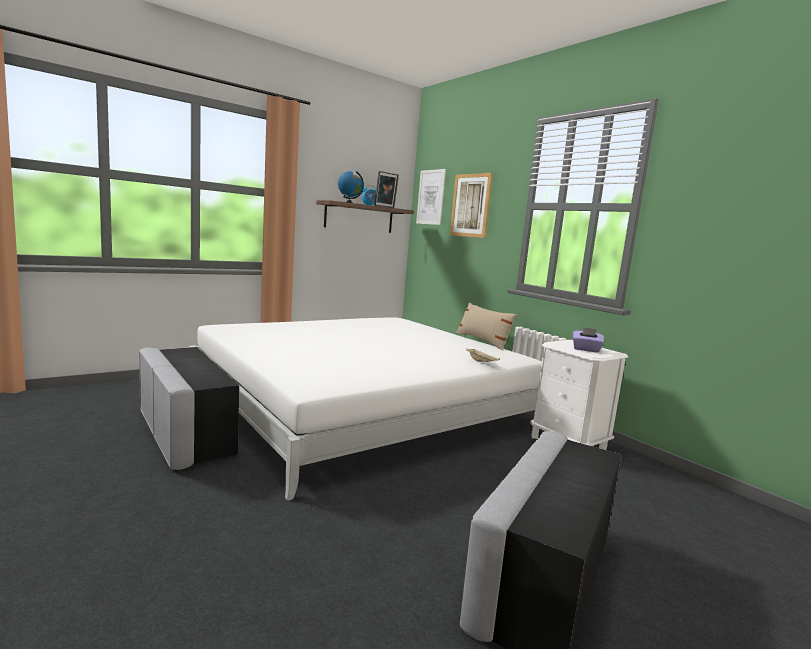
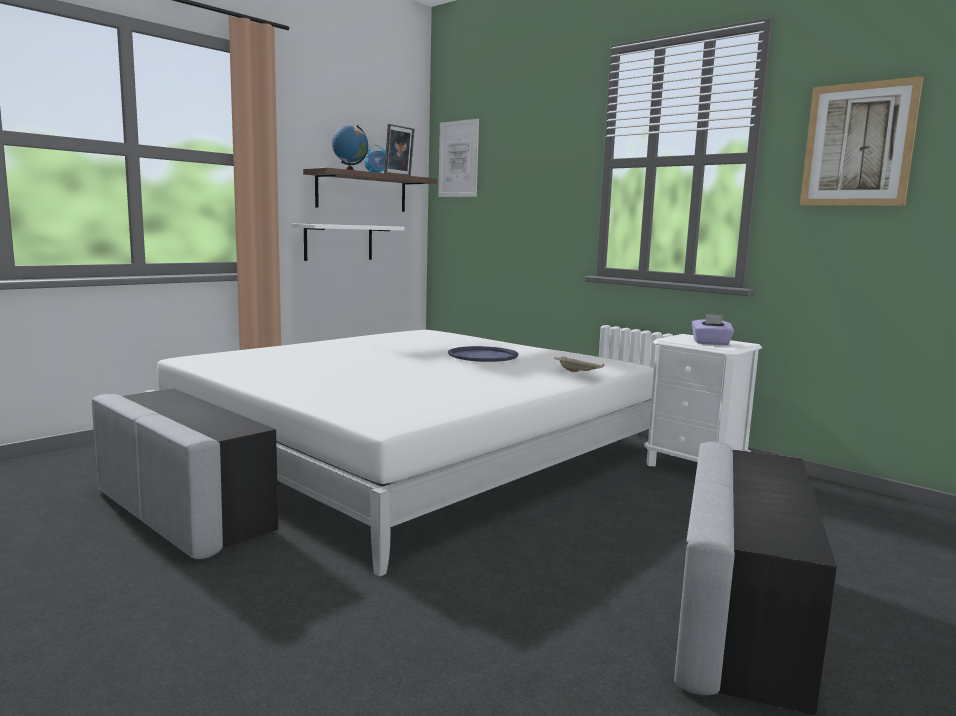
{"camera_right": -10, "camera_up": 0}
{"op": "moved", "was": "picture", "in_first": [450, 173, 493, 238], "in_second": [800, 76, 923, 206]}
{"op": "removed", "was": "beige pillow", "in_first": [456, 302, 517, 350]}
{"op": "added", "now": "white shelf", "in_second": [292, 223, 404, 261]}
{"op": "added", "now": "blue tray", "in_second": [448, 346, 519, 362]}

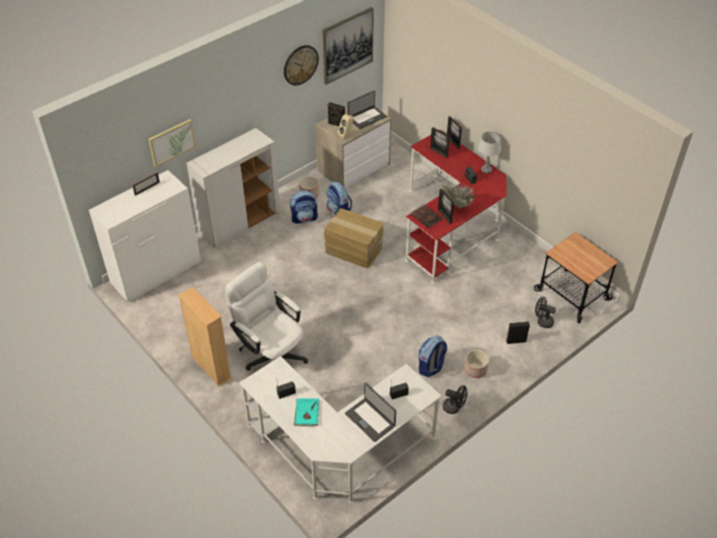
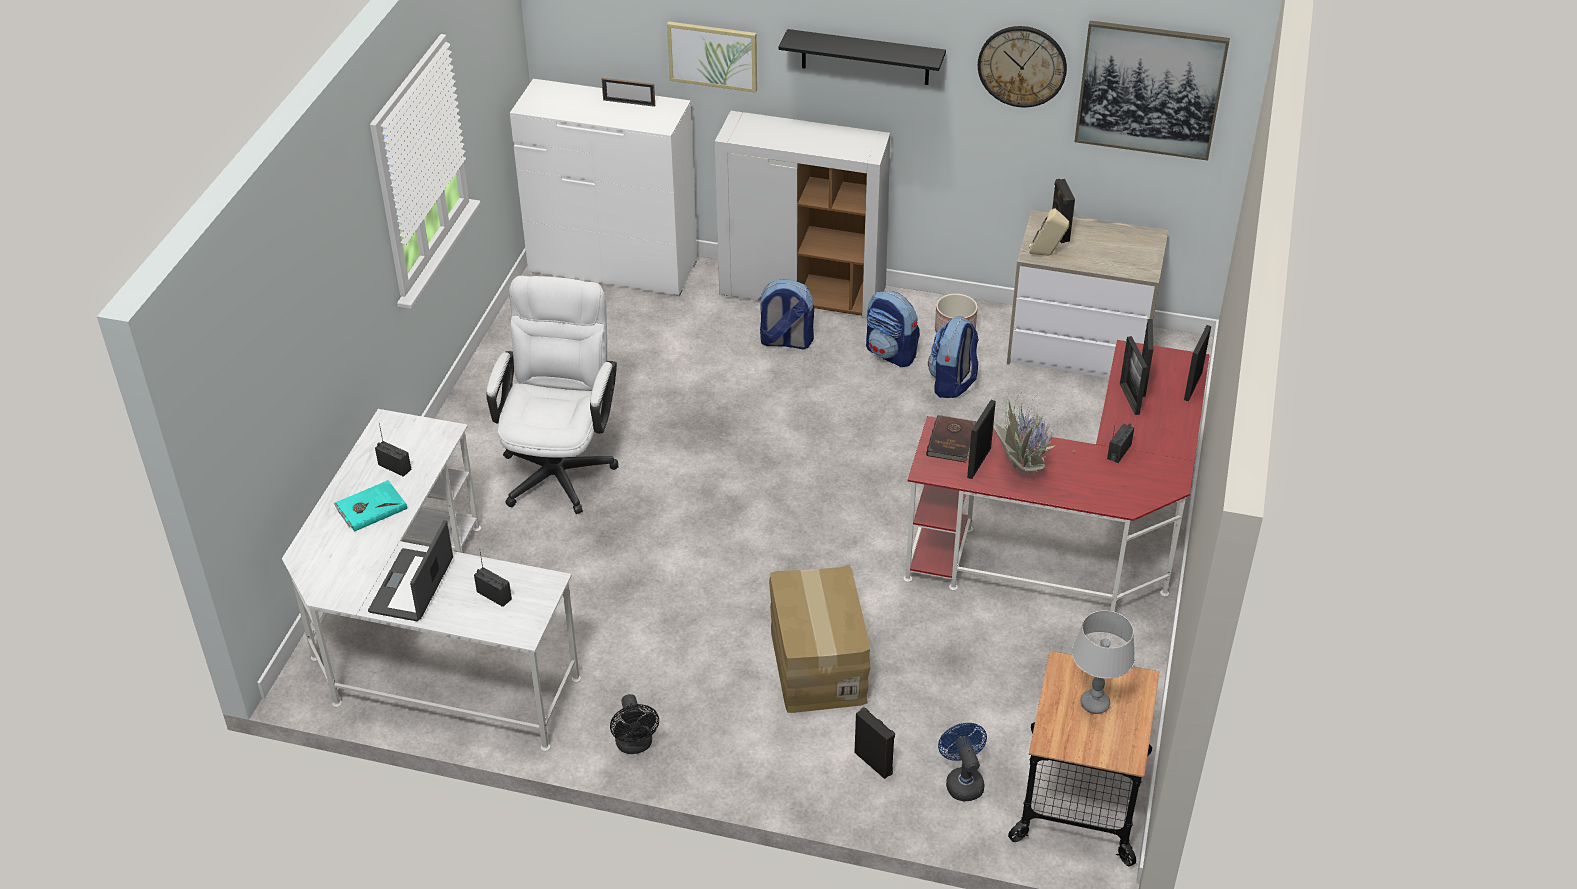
{"camera_right": 55, "camera_up": -5}
{"op": "removed", "was": "beige bookcase", "in_first": [178, 287, 232, 386]}
{"op": "moved", "was": "cardboard box", "in_first": [324, 208, 384, 268], "in_second": [769, 564, 871, 713]}
{"op": "removed", "was": "laptop", "in_first": [348, 90, 387, 129]}
{"op": "moved", "was": "backpack", "in_first": [419, 335, 447, 377], "in_second": [758, 279, 814, 349]}
{"op": "removed", "was": "planter", "in_first": [464, 350, 489, 378]}
{"op": "moved", "was": "grey table lamp", "in_first": [478, 131, 501, 173], "in_second": [1072, 610, 1135, 714]}
{"op": "recoloured", "was": "black fan", "now": "blue fan", "in_first": [535, 297, 556, 328], "in_second": [938, 723, 987, 801]}
{"op": "added", "now": "black shelf", "in_second": [778, 29, 946, 85]}
{"op": "added", "now": "picture frame", "in_second": [1120, 336, 1148, 415]}

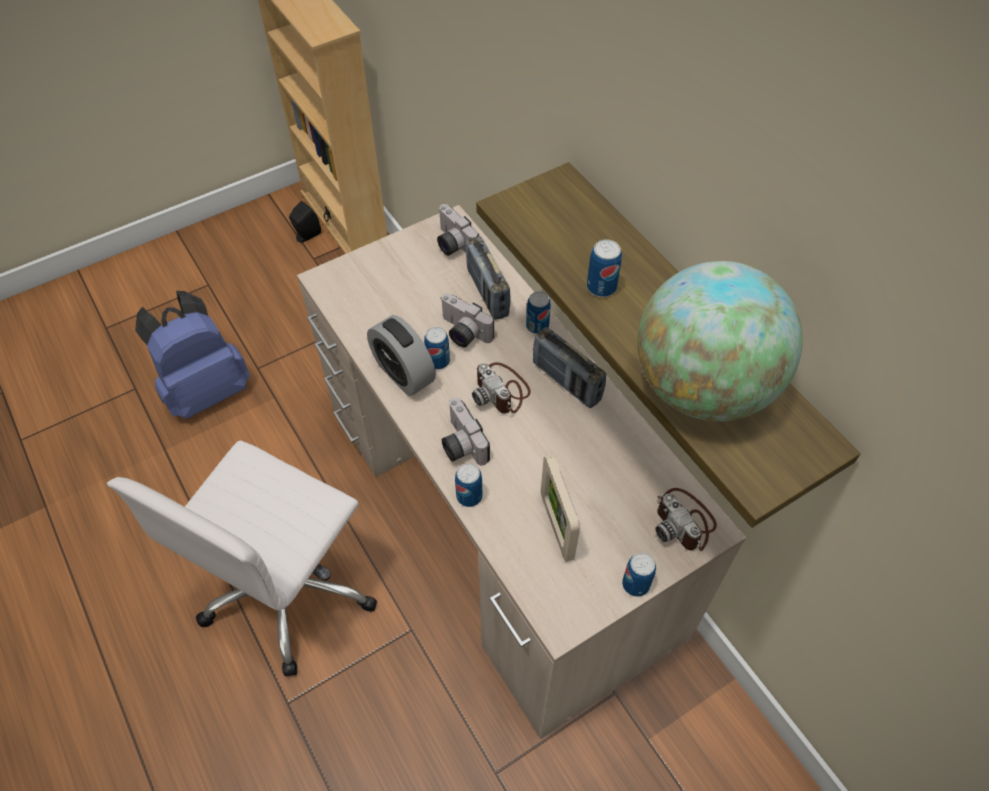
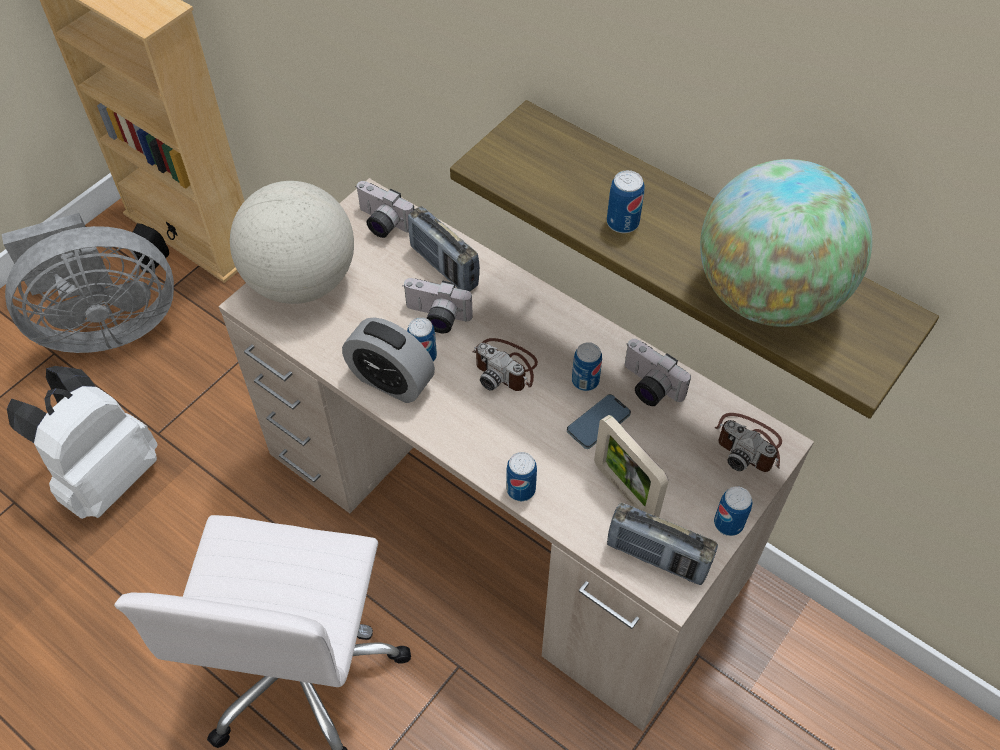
{"camera_right": -20, "camera_up": 0}
{"op": "recoloured", "was": "blue backpack", "now": "white backpack", "in_first": [135, 291, 250, 419], "in_second": [7, 366, 158, 519]}
{"op": "moved", "was": "photo camera", "in_first": [442, 398, 490, 465], "in_second": [625, 339, 691, 406]}
{"op": "moved", "was": "can", "in_first": [526, 292, 551, 334], "in_second": [572, 342, 602, 391]}
{"op": "moved", "was": "radio", "in_first": [533, 327, 606, 408], "in_second": [607, 502, 718, 585]}
{"op": "added", "now": "grey fan", "in_second": [2, 213, 174, 353]}
{"op": "added", "now": "globe", "in_second": [230, 181, 354, 304]}
{"op": "added", "now": "phone", "in_second": [567, 394, 631, 449]}

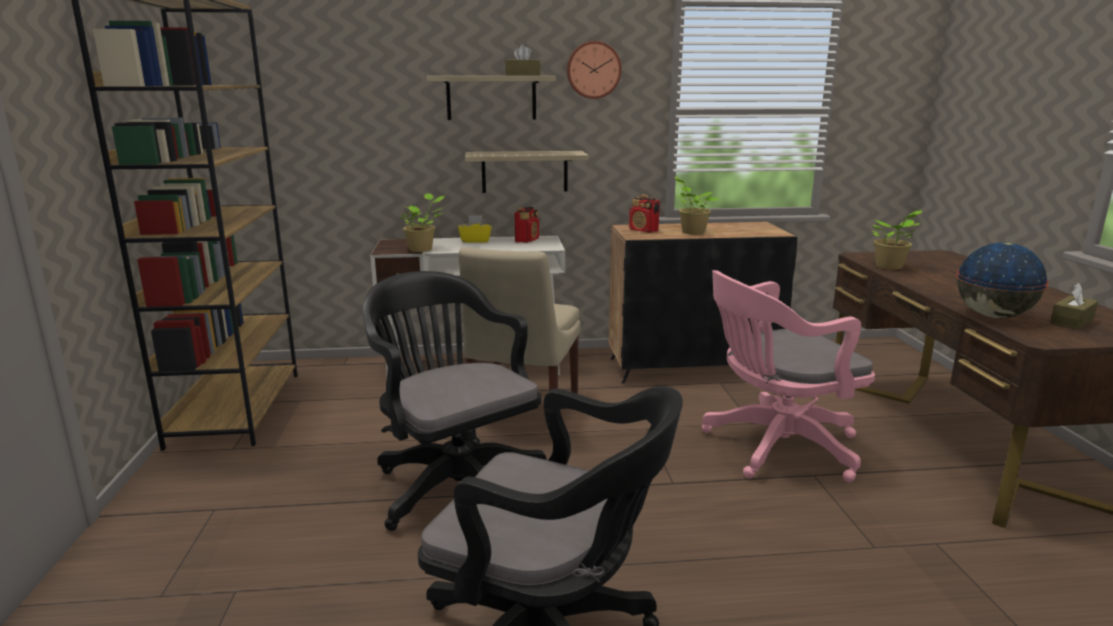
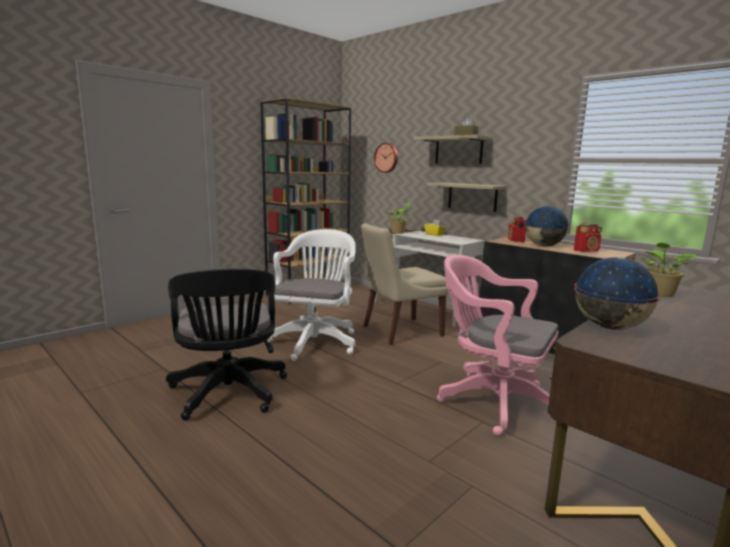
{"camera_right": 50, "camera_up": -5}
{"op": "recoloured", "was": "black office chair", "now": "white office chair", "in_first": [363, 271, 547, 531], "in_second": [268, 229, 356, 361]}
{"op": "moved", "was": "radio", "in_first": [515, 207, 539, 243], "in_second": [574, 223, 602, 252]}
{"op": "moved", "was": "wall clock", "in_first": [567, 41, 622, 99], "in_second": [374, 143, 398, 173]}
{"op": "replaced", "was": "potted plant", "now": "globe", "in_first": [675, 177, 720, 235], "in_second": [525, 206, 570, 246]}
{"op": "removed", "was": "brown tissue box", "in_first": [1050, 283, 1098, 330]}

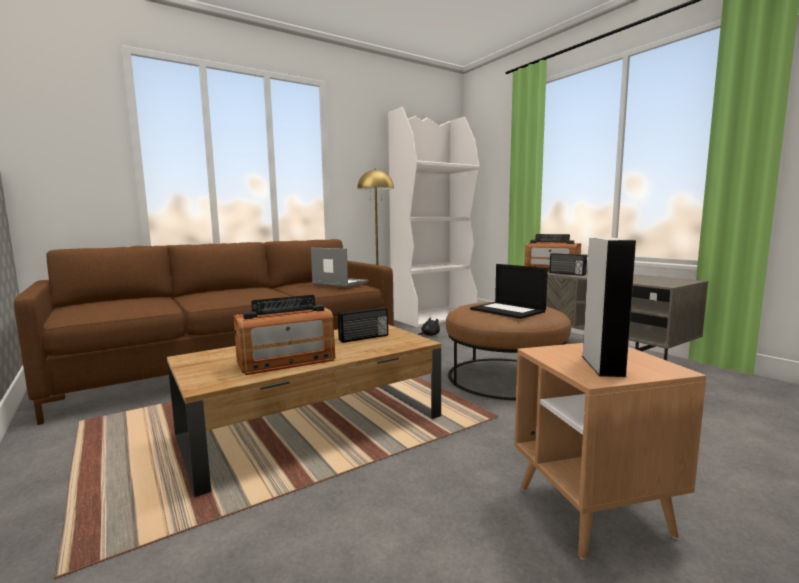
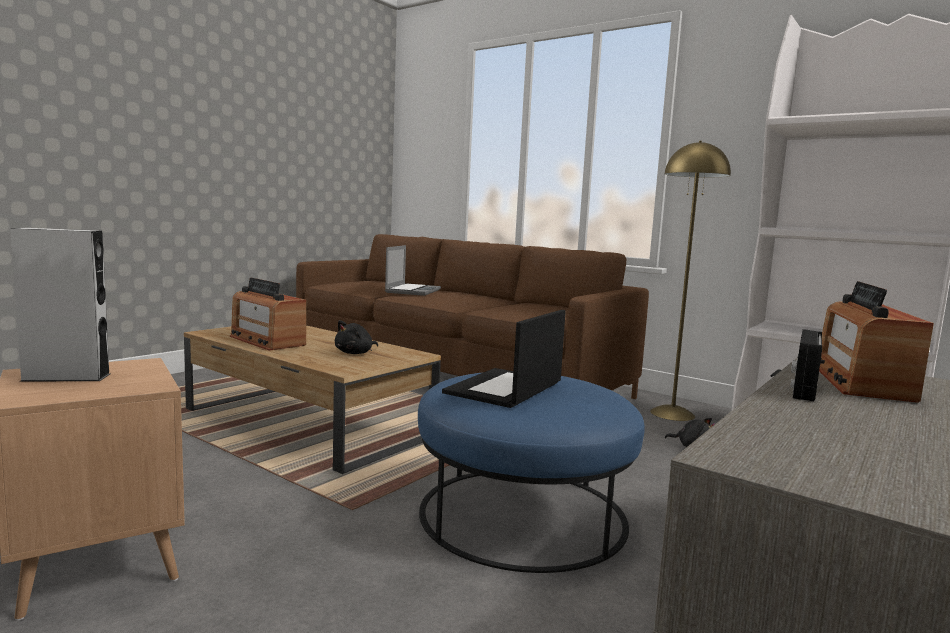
{"camera_right": 70, "camera_up": 0}
{"op": "moved", "was": "laptop", "in_first": [311, 248, 369, 287], "in_second": [385, 245, 441, 296]}
{"op": "replaced", "was": "radio", "now": "black plush toy", "in_first": [338, 307, 388, 343], "in_second": [335, 320, 378, 354]}
{"op": "recoloured", "was": "brown ottoman", "now": "blue ottoman", "in_first": [446, 302, 571, 400], "in_second": [418, 373, 645, 573]}

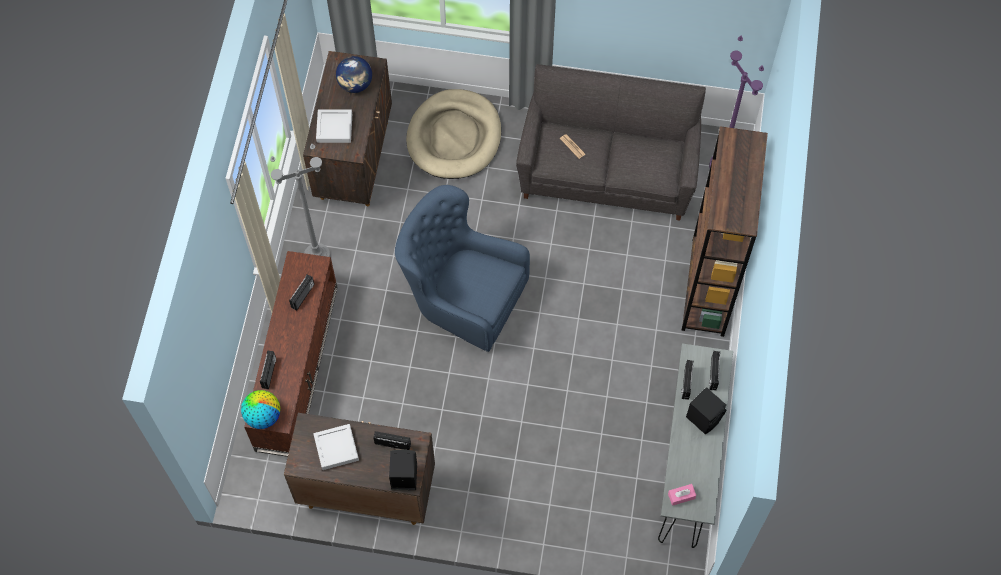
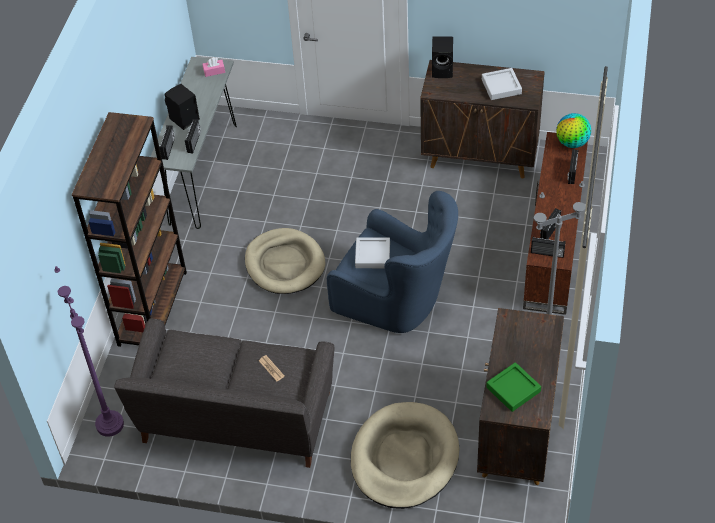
{"camera_right": -175, "camera_up": -15}
{"op": "moved", "was": "grey tray", "in_first": [316, 109, 352, 143], "in_second": [355, 238, 390, 268]}
{"op": "replaced", "was": "globe", "now": "green tray", "in_first": [336, 56, 372, 93], "in_second": [486, 362, 541, 412]}
{"op": "moved", "was": "radio", "in_first": [374, 431, 411, 450], "in_second": [531, 236, 566, 258]}
{"op": "added", "now": "beige dog bed", "in_second": [245, 228, 325, 294]}

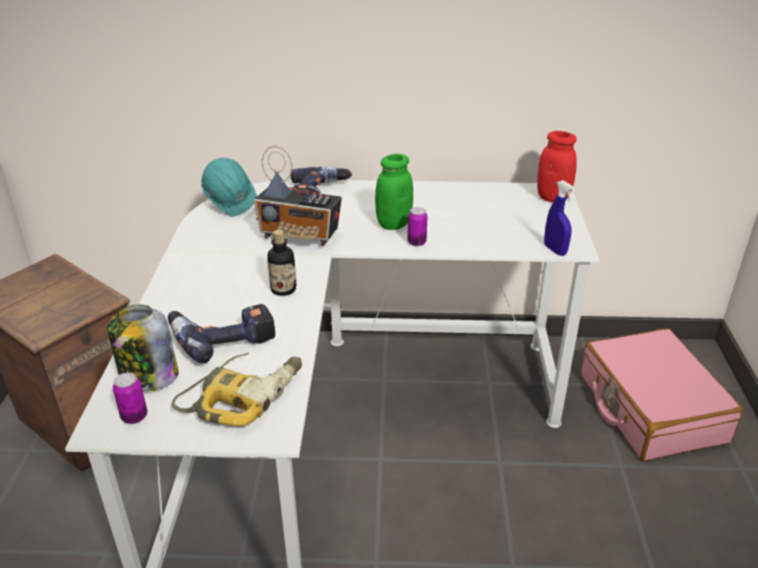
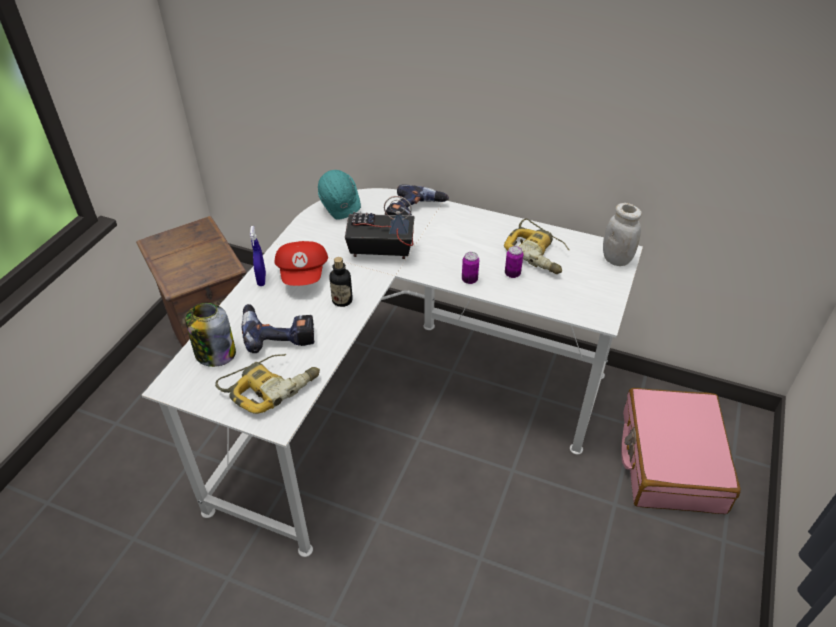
{"camera_right": 20, "camera_up": 10}
{"op": "moved", "was": "can", "in_first": [113, 372, 147, 424], "in_second": [505, 246, 523, 278]}
{"op": "turned", "was": "radio", "in_first": [254, 146, 342, 246], "in_second": [345, 196, 415, 259], "clockwise": 150}
{"op": "removed", "was": "green jar", "in_first": [375, 154, 413, 230]}
{"op": "recoloured", "was": "red jar", "now": "white jar", "in_first": [537, 131, 577, 202], "in_second": [603, 203, 642, 266]}
{"op": "moved", "was": "blue spray bottle", "in_first": [544, 180, 575, 256], "in_second": [250, 226, 266, 286]}
{"op": "added", "now": "red cap", "in_second": [274, 241, 328, 286]}
{"op": "added", "now": "power drill", "in_second": [504, 219, 570, 274]}

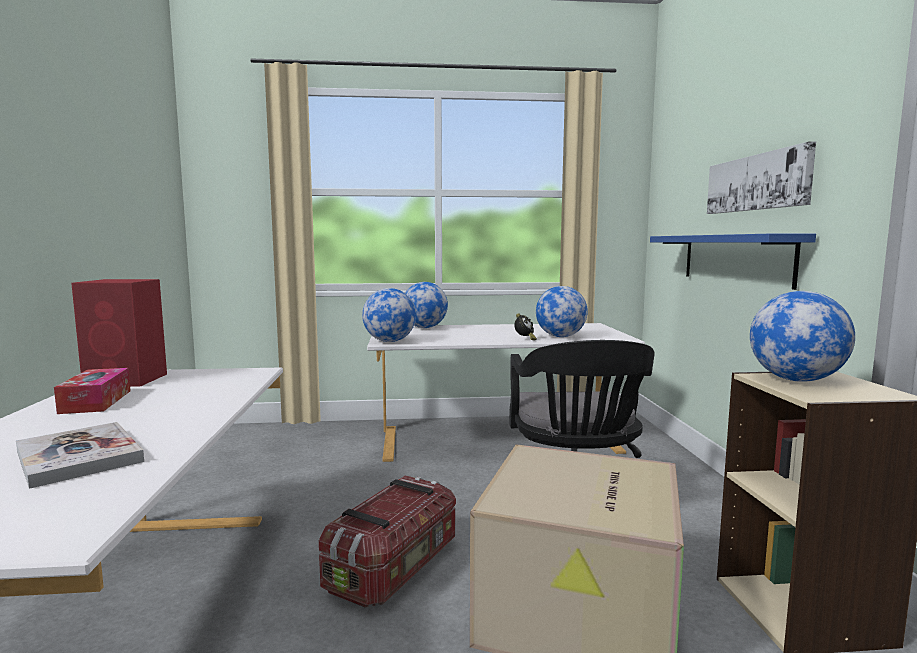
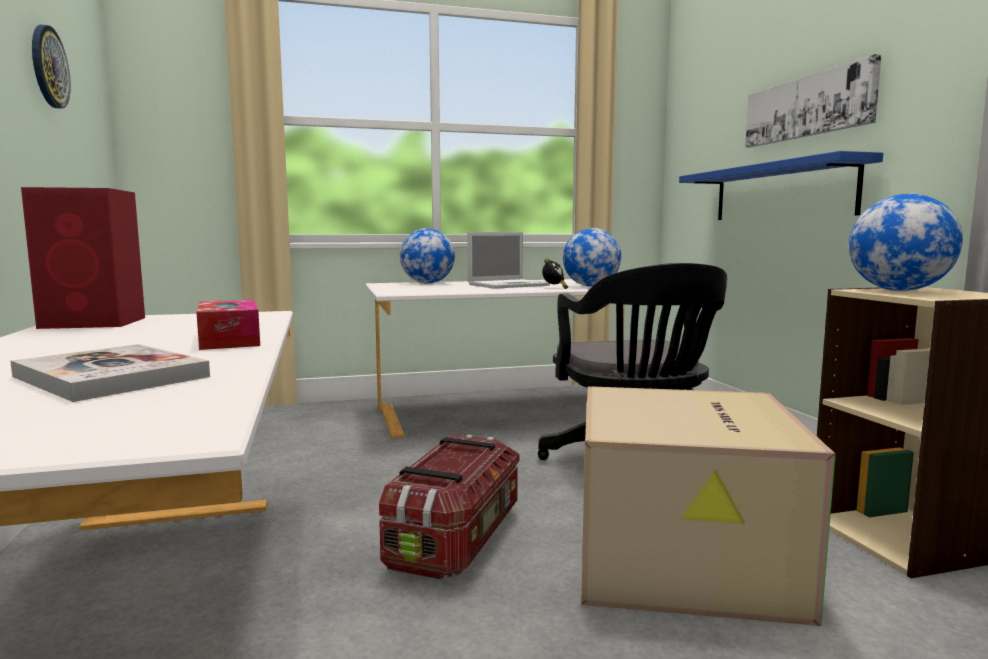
{"camera_right": -10, "camera_up": 0}
{"op": "moved", "was": "tissue box", "in_first": [54, 368, 131, 414], "in_second": [196, 300, 260, 350]}
{"op": "removed", "was": "globe", "in_first": [362, 288, 416, 342]}
{"op": "added", "now": "wall clock", "in_second": [32, 25, 71, 108]}
{"op": "added", "now": "laptop", "in_second": [467, 232, 550, 289]}

